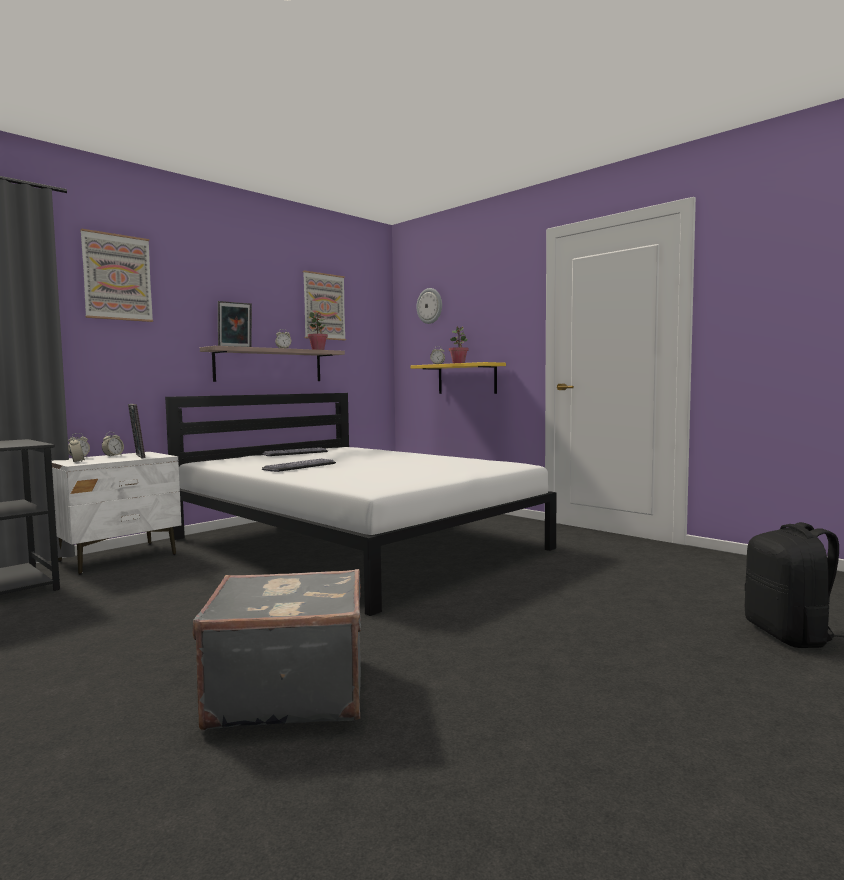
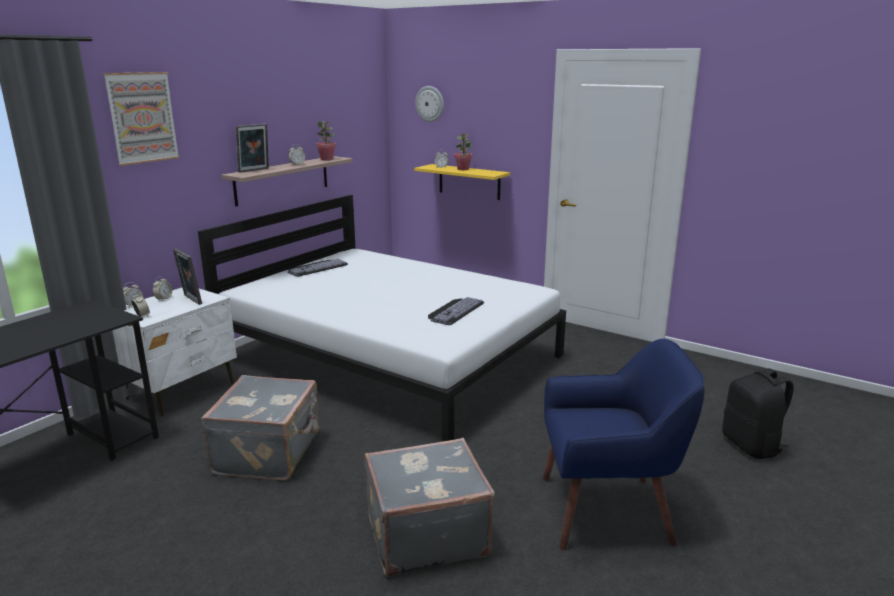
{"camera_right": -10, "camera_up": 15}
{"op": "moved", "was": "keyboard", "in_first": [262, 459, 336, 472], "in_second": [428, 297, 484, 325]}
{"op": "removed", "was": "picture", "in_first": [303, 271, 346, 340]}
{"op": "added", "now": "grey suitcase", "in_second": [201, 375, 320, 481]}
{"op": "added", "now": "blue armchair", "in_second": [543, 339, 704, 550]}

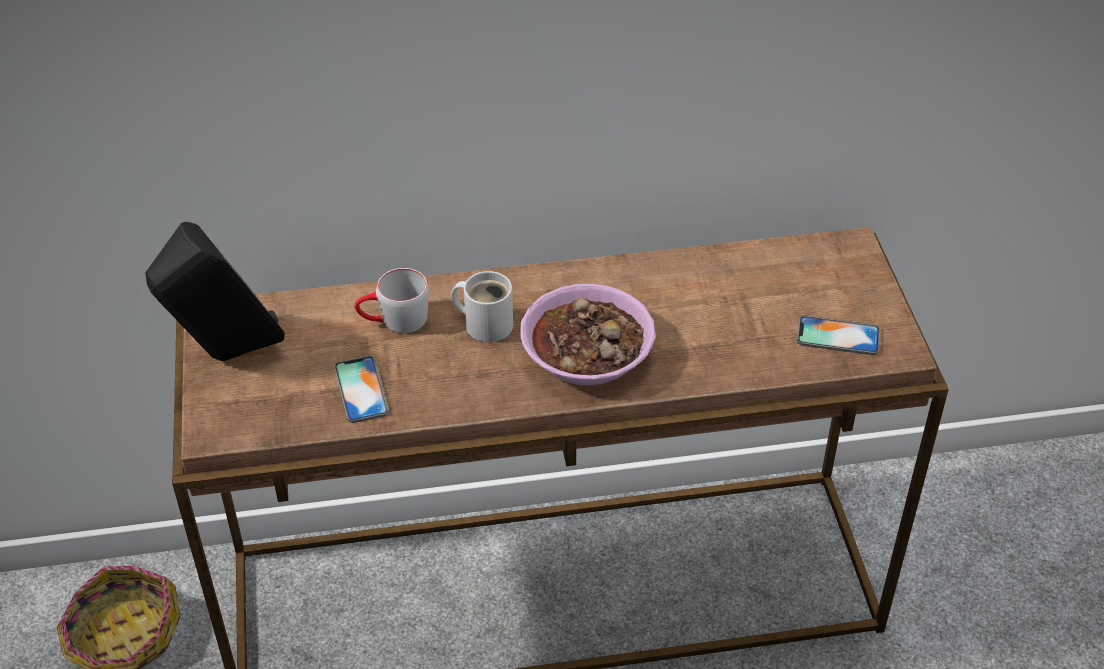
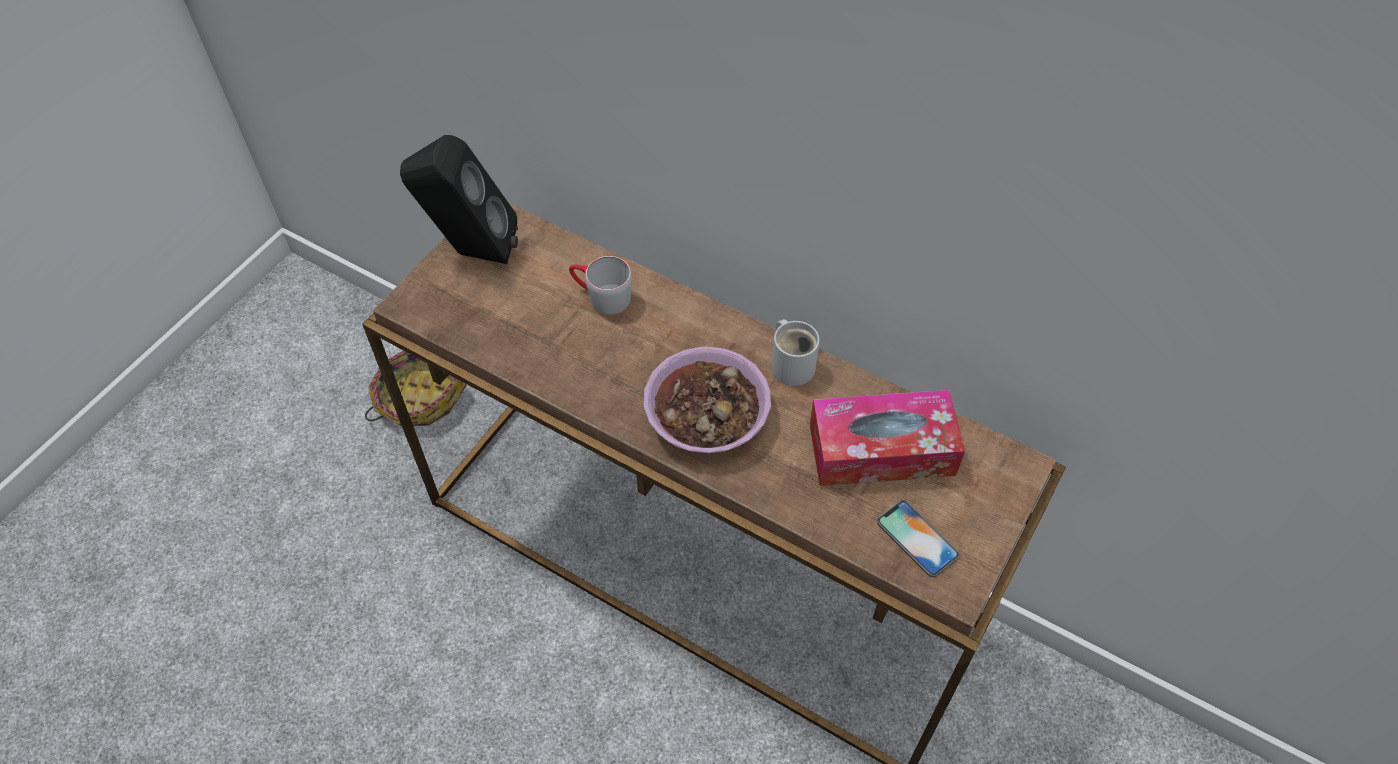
{"camera_right": 40, "camera_up": 10}
{"op": "removed", "was": "phone", "in_first": [334, 356, 389, 423]}
{"op": "moved", "was": "white mug", "in_first": [451, 271, 513, 342], "in_second": [772, 319, 820, 386]}
{"op": "added", "now": "tissue box", "in_second": [810, 390, 965, 486]}

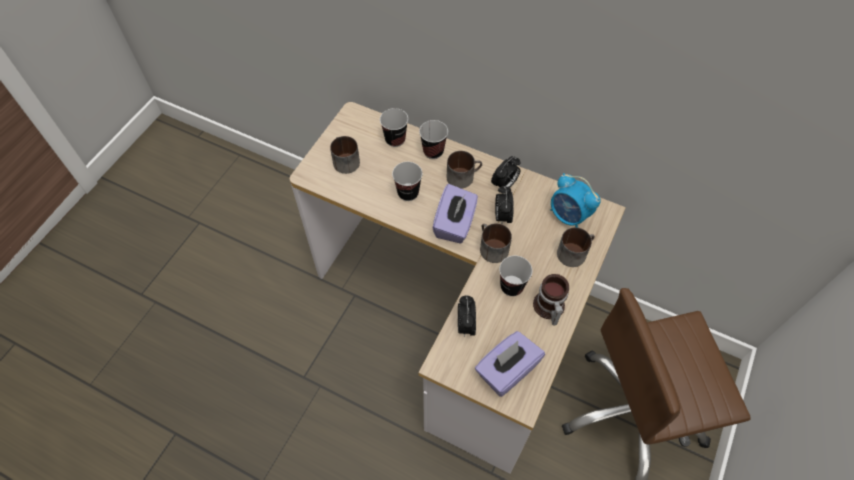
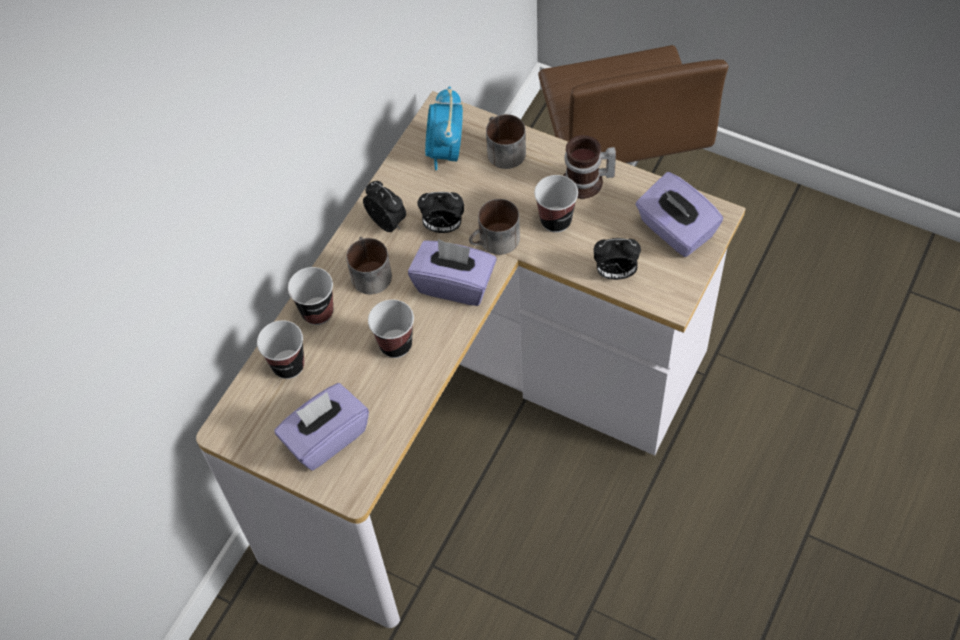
{"camera_right": -85, "camera_up": 0}
{"op": "replaced", "was": "mug", "now": "purple tissue box", "in_first": [330, 136, 360, 174], "in_second": [274, 383, 369, 471]}
{"op": "turned", "was": "alarm clock", "in_first": [550, 173, 601, 228], "in_second": [425, 87, 463, 170], "clockwise": 135}

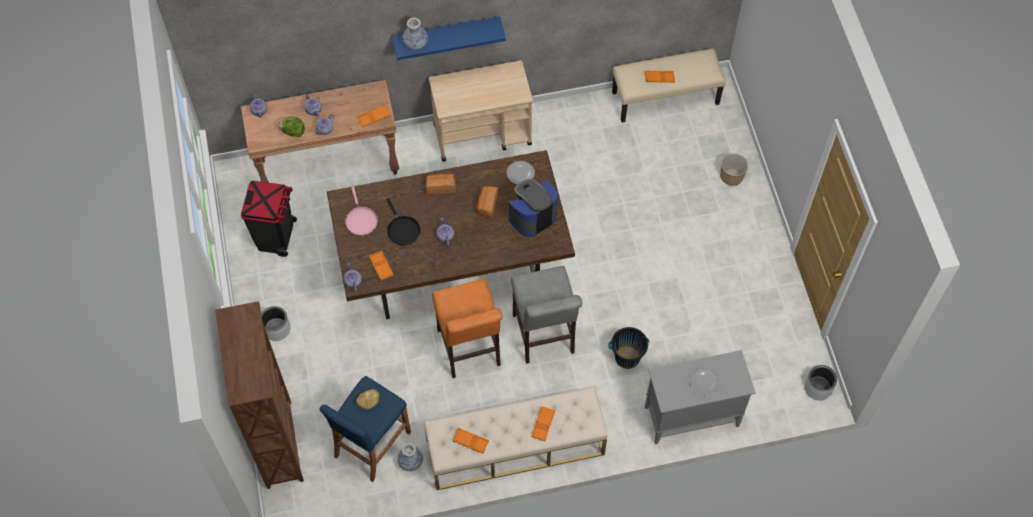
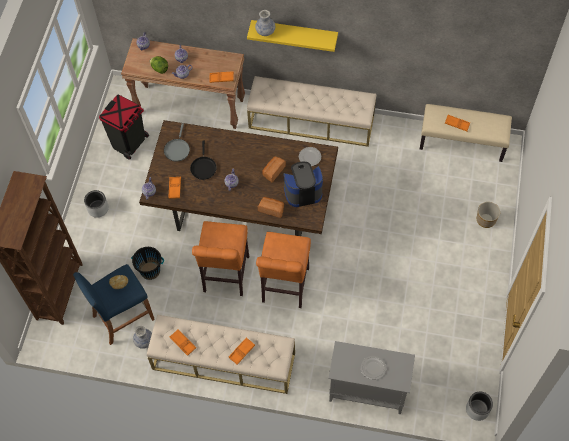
{"camera_right": 25, "camera_up": 0}
{"op": "recoloured", "was": "pink frying pan", "now": "grey frying pan", "in_first": [345, 187, 378, 236], "in_second": [164, 123, 190, 162]}
{"op": "recoloured", "was": "blue shelf", "now": "yellow shelf", "in_first": [392, 16, 506, 60], "in_second": [247, 20, 338, 52]}
{"op": "moved", "was": "bread", "in_first": [426, 173, 456, 195], "in_second": [258, 197, 284, 218]}
{"op": "replaced", "was": "beige cart", "now": "beige bench", "in_first": [429, 60, 533, 162], "in_second": [247, 76, 376, 147]}
{"op": "recoloured", "was": "grey stool", "now": "orange stool", "in_first": [511, 266, 582, 364], "in_second": [256, 232, 311, 308]}
{"op": "moved", "was": "black bucket", "in_first": [608, 327, 650, 369], "in_second": [131, 247, 164, 280]}

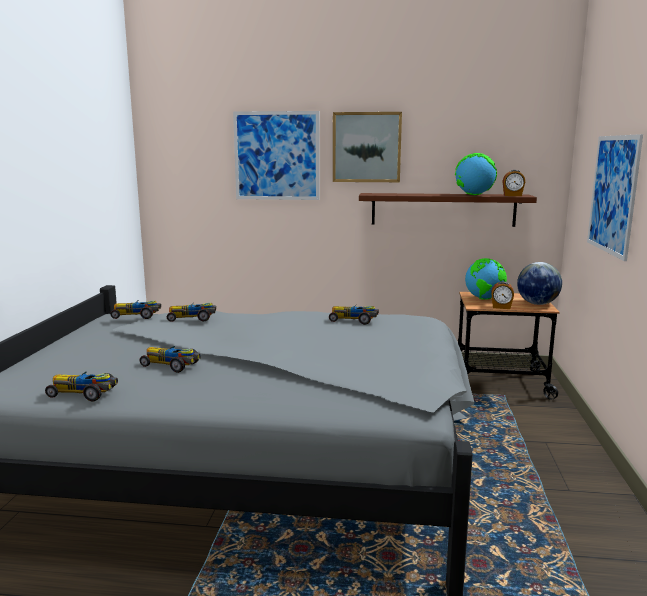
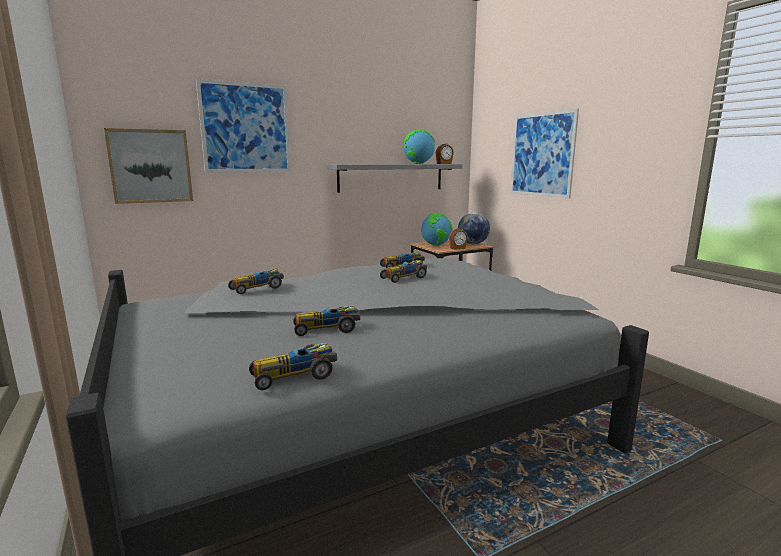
{"camera_right": -35, "camera_up": 0}
{"op": "moved", "was": "toy car", "in_first": [110, 300, 161, 319], "in_second": [380, 260, 427, 283]}
{"op": "moved", "was": "picture", "in_first": [333, 112, 402, 182], "in_second": [104, 128, 193, 204]}
{"op": "recoloured", "was": "brown shelf", "now": "grey shelf", "in_first": [359, 193, 537, 227], "in_second": [327, 164, 463, 193]}

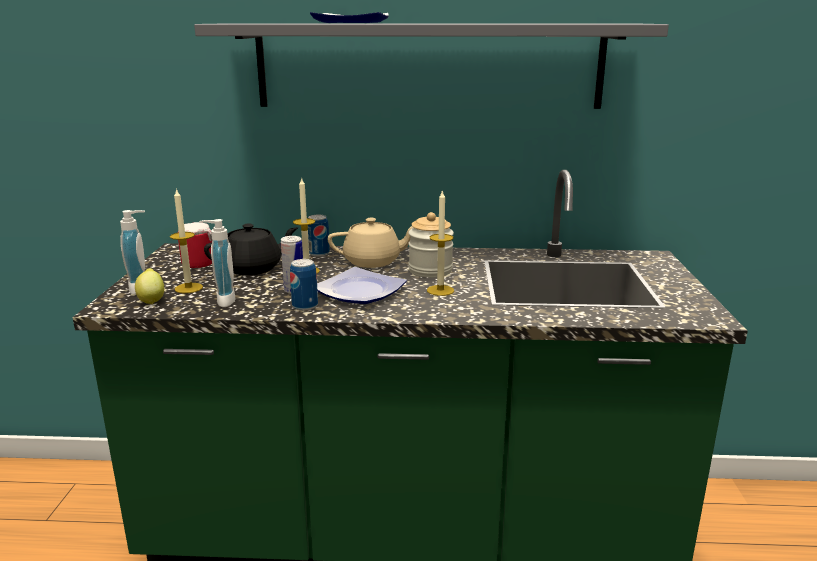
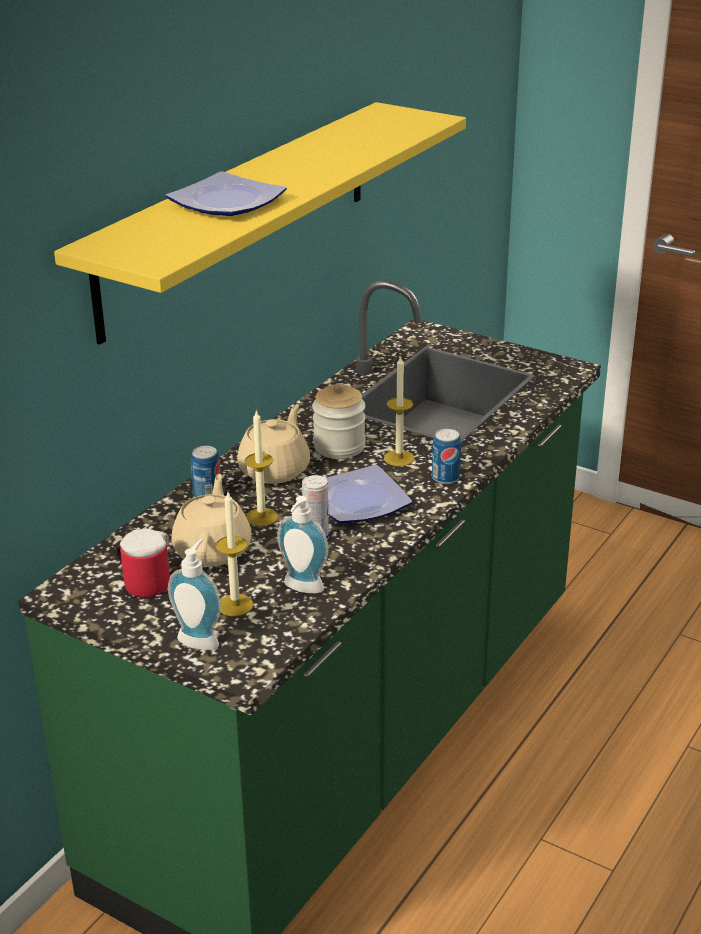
{"camera_right": -60, "camera_up": 10}
{"op": "removed", "was": "lemon", "in_first": [135, 268, 164, 304]}
{"op": "recoloured", "was": "grey shelf", "now": "yellow shelf", "in_first": [194, 23, 669, 109], "in_second": [54, 102, 466, 345]}
{"op": "recoloured", "was": "black teapot", "now": "beige teapot", "in_first": [204, 223, 298, 275], "in_second": [171, 474, 251, 566]}
{"op": "moved", "was": "can", "in_first": [290, 259, 318, 311], "in_second": [432, 429, 461, 484]}

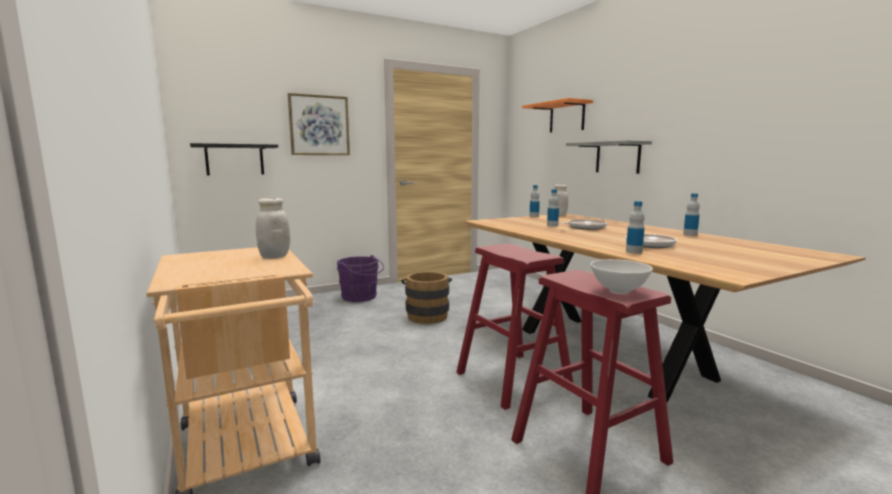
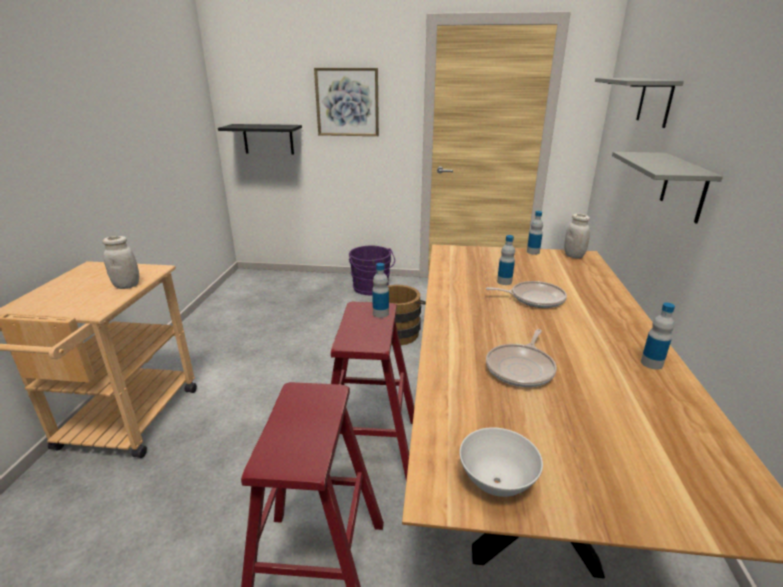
{"camera_right": 35, "camera_up": 15}
{"op": "recoloured", "was": "orange shelf", "now": "grey shelf", "in_first": [522, 98, 593, 133], "in_second": [595, 78, 684, 128]}
{"op": "moved", "was": "white bowl", "in_first": [591, 259, 653, 294], "in_second": [459, 427, 543, 497]}
{"op": "moved", "was": "bottle", "in_first": [626, 201, 645, 254], "in_second": [372, 263, 389, 318]}

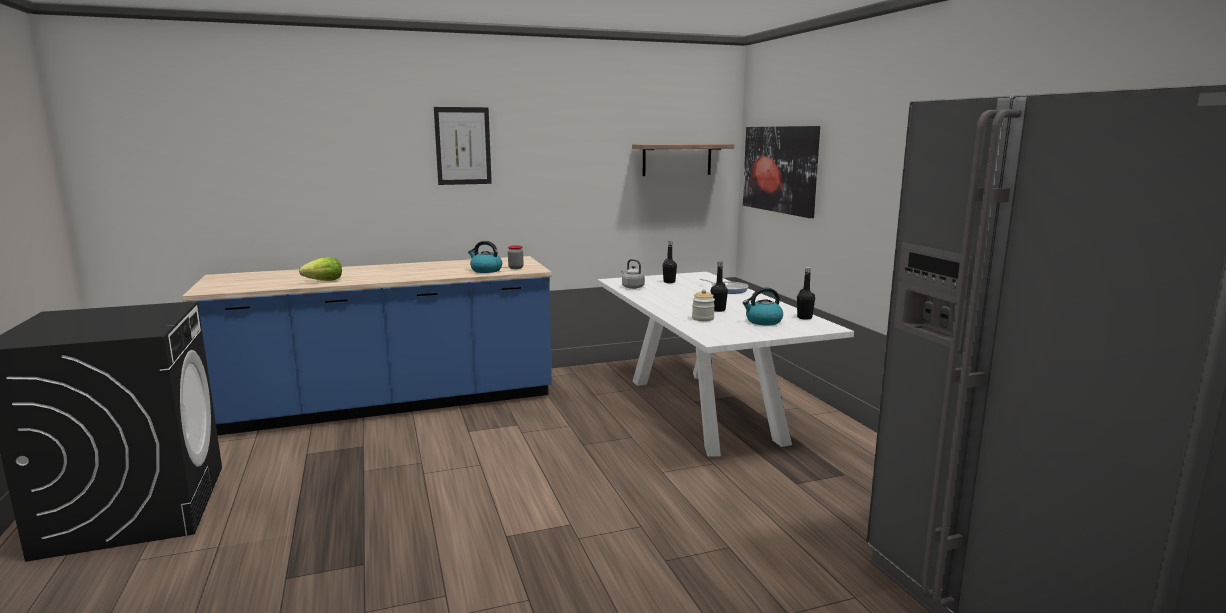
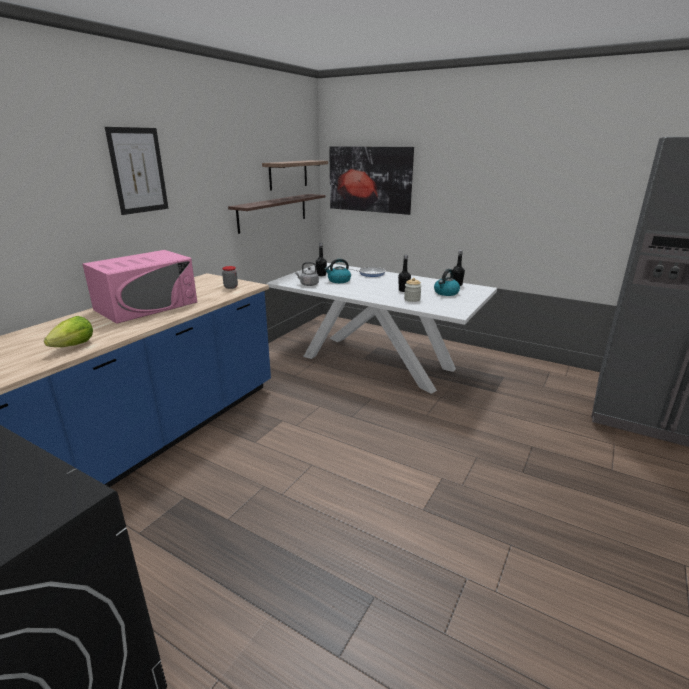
{"camera_right": -40, "camera_up": 10}
{"op": "moved", "was": "kettle", "in_first": [468, 241, 502, 273], "in_second": [325, 259, 351, 283]}
{"op": "added", "now": "pink microwave", "in_second": [83, 250, 197, 324]}
{"op": "added", "now": "shelf", "in_second": [228, 194, 326, 234]}

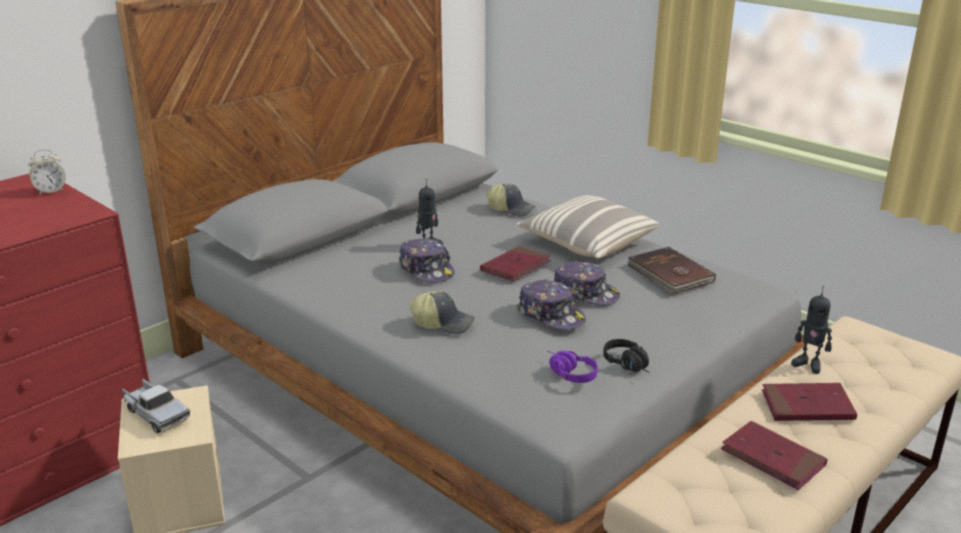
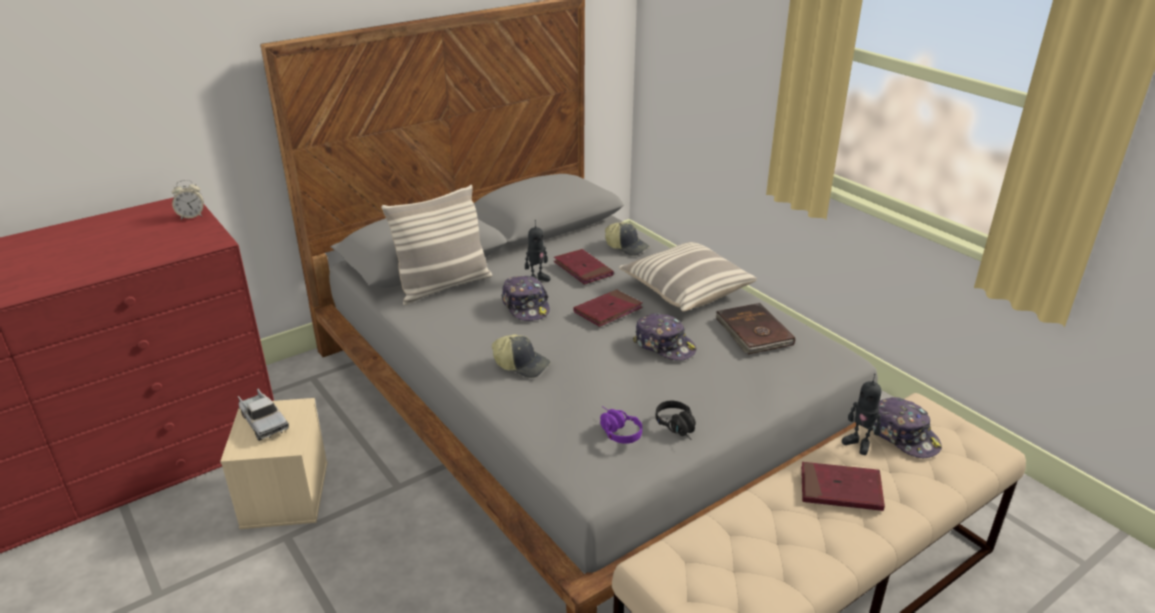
{"camera_right": 10, "camera_up": 5}
{"op": "moved", "was": "cap", "in_first": [517, 279, 586, 330], "in_second": [873, 397, 942, 458]}
{"op": "moved", "was": "red book", "in_first": [721, 421, 828, 490], "in_second": [554, 249, 614, 285]}
{"op": "added", "now": "pillow", "in_second": [381, 185, 492, 305]}

